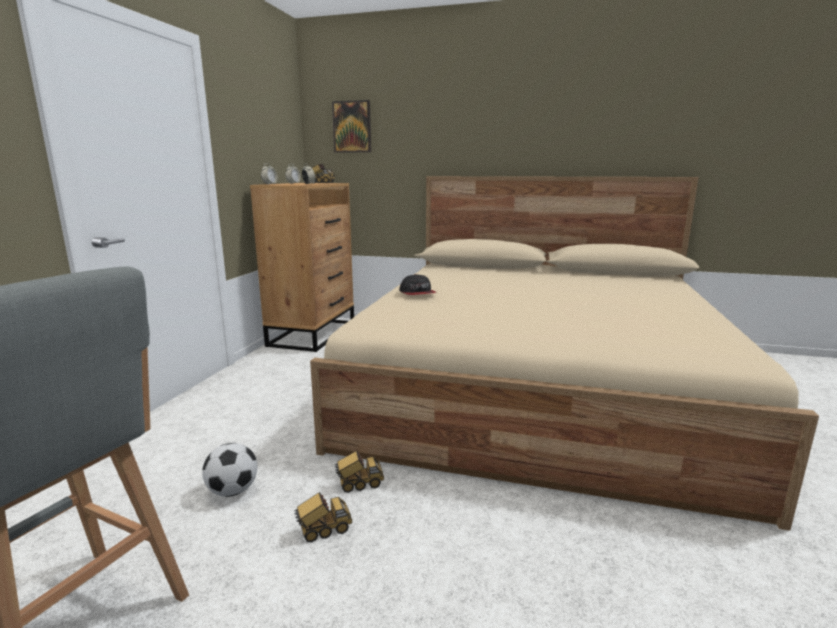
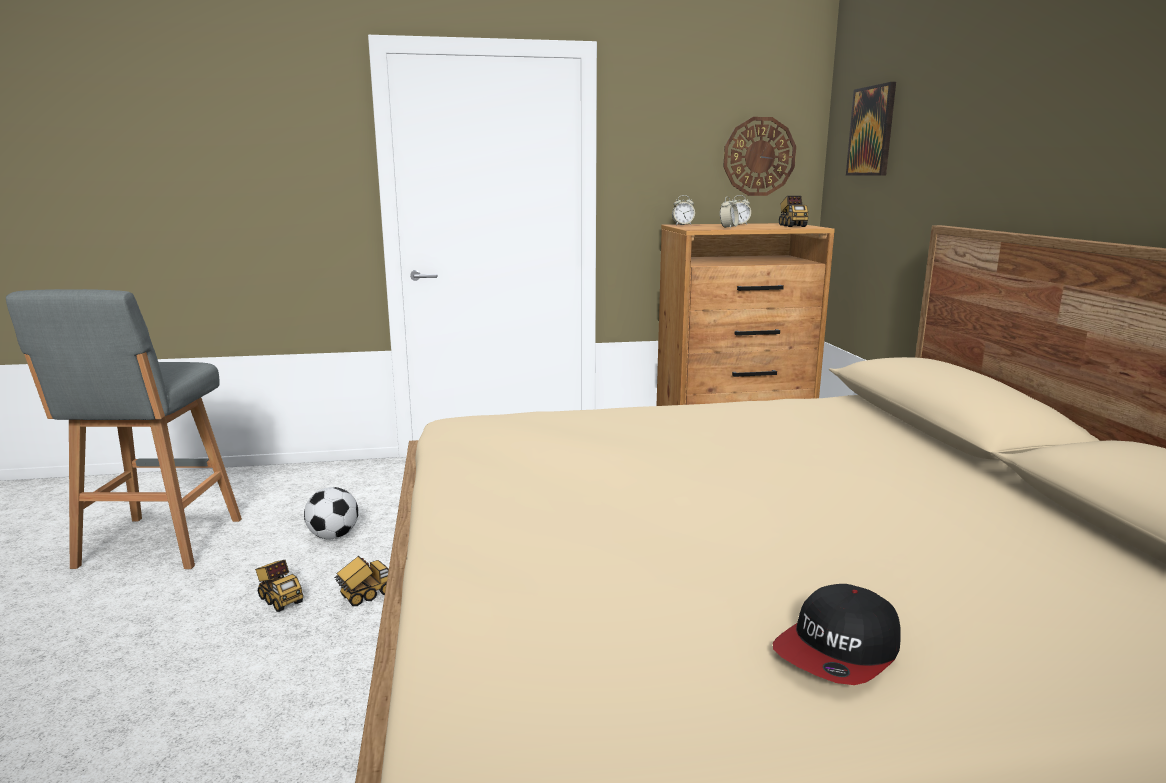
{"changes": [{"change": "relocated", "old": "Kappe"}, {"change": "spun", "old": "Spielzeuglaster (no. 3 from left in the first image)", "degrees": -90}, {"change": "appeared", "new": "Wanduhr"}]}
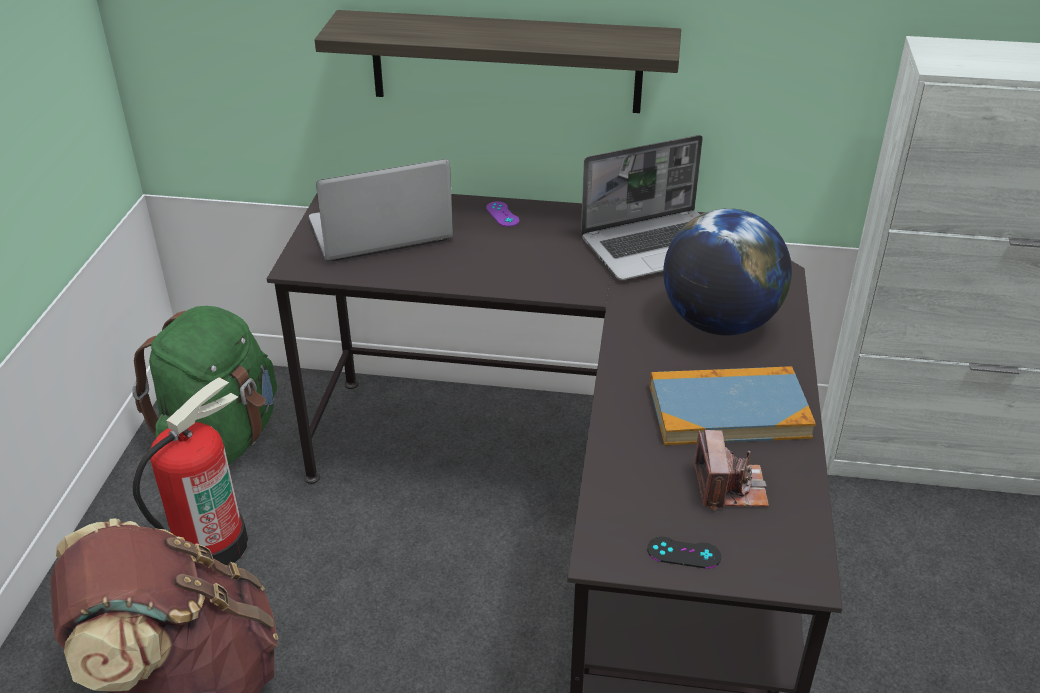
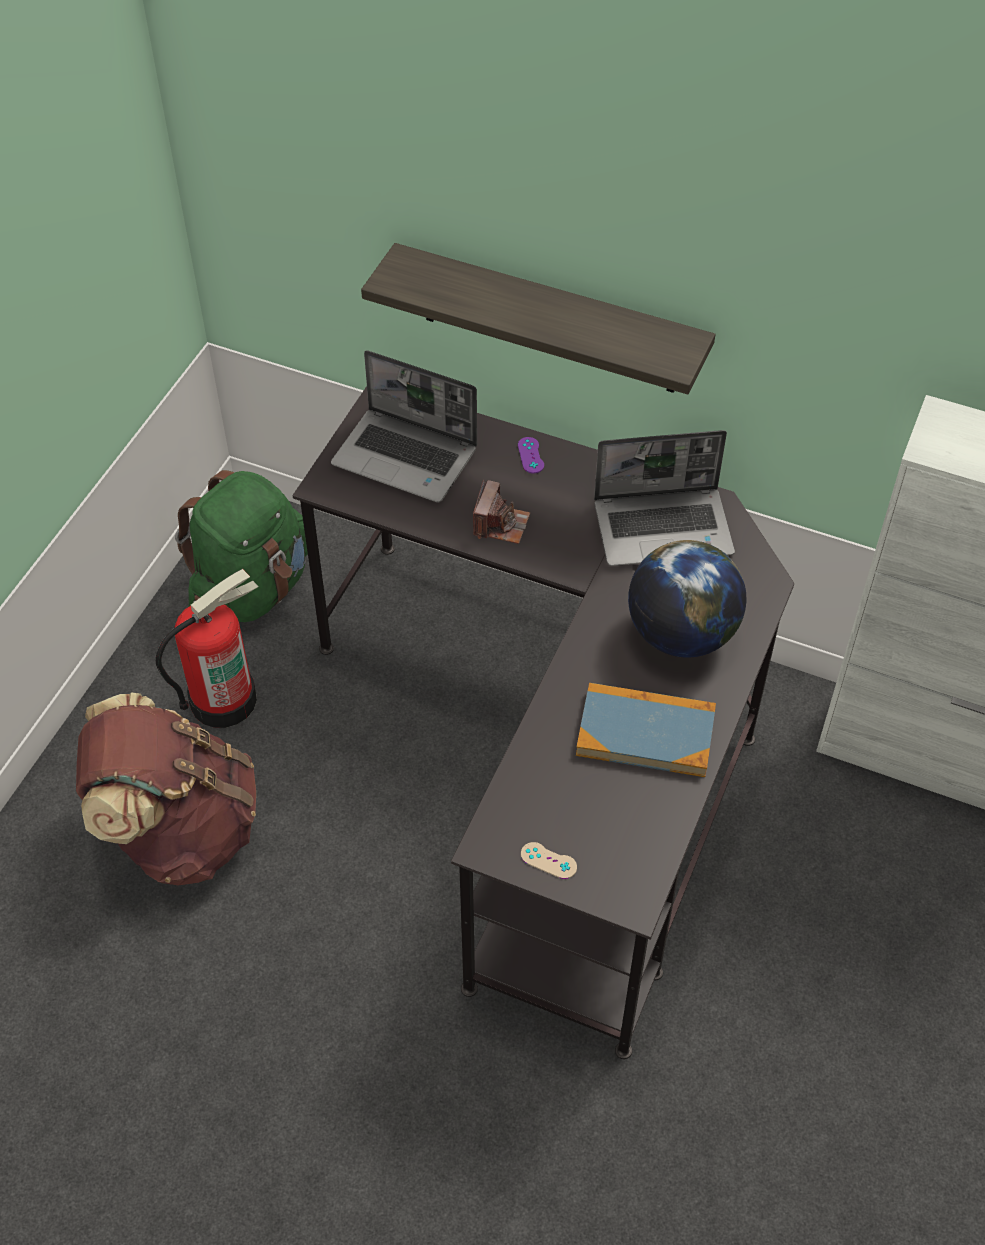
{"changes": [{"change": "spun", "old": "Laptop (no. 1 from left)", "degrees": -150}, {"change": "relocated", "old": "Kamera"}, {"change": "colour", "old": "Gamepad [schwarz]", "new": "Gamepad [beige]"}]}
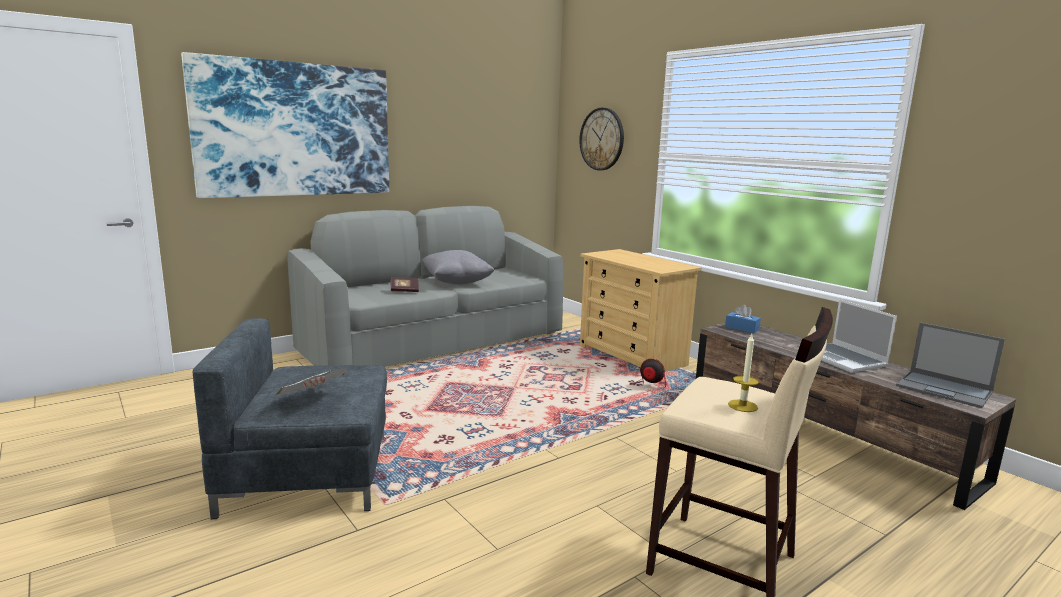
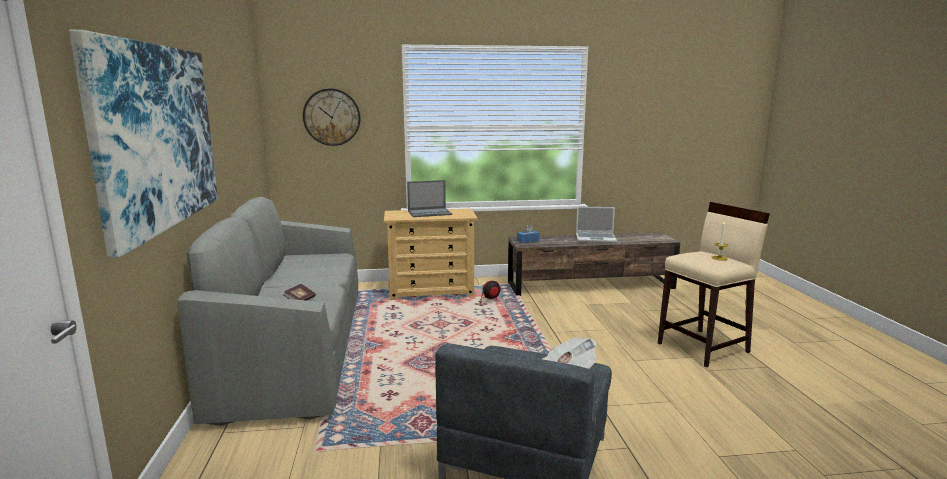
{"changes": [{"change": "missing", "old": "Kissen [grau]"}, {"change": "relocated", "old": "Laptop (no. 2 from left in the first image)", "new": "Laptop (no. 1 from left)"}]}
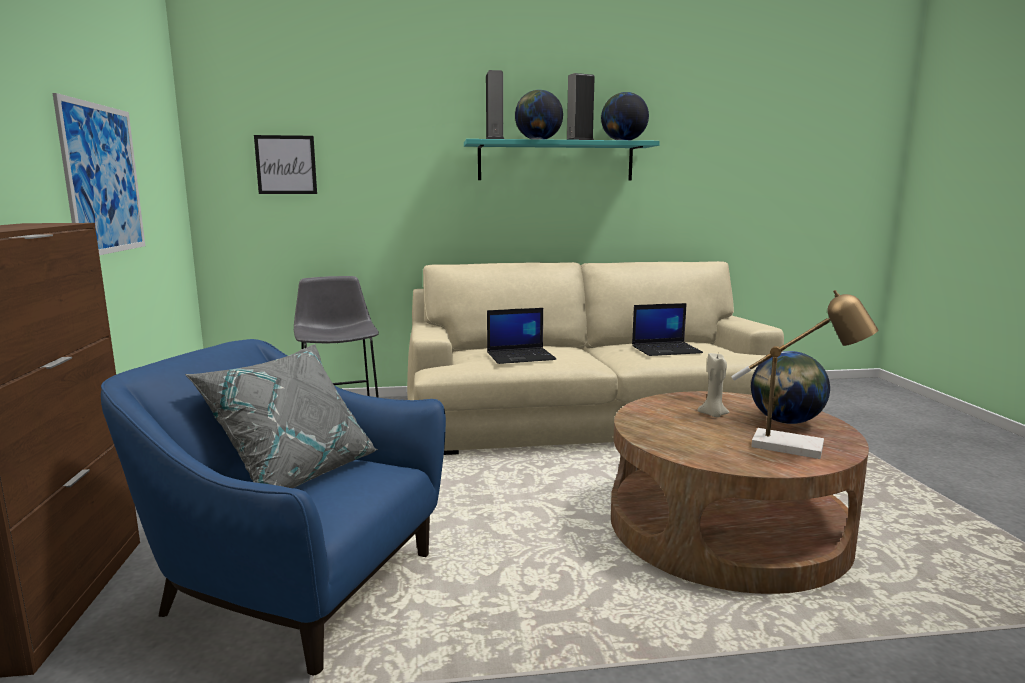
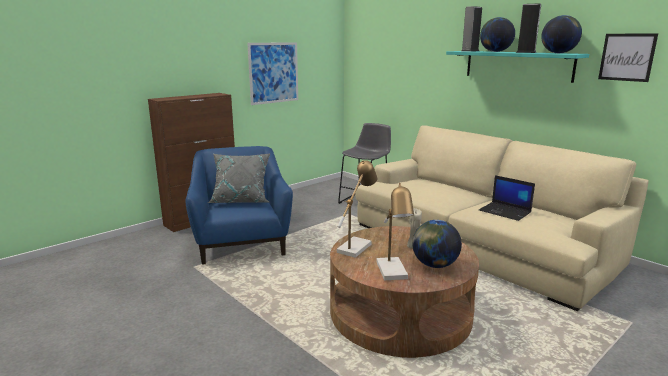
{"changes": [{"change": "relocated", "old": "Bild (no. 2 from left)"}, {"change": "missing", "old": "Laptop (no. 1 from left)"}, {"change": "appeared", "new": "Tischlampe (no. 1 from left)"}]}
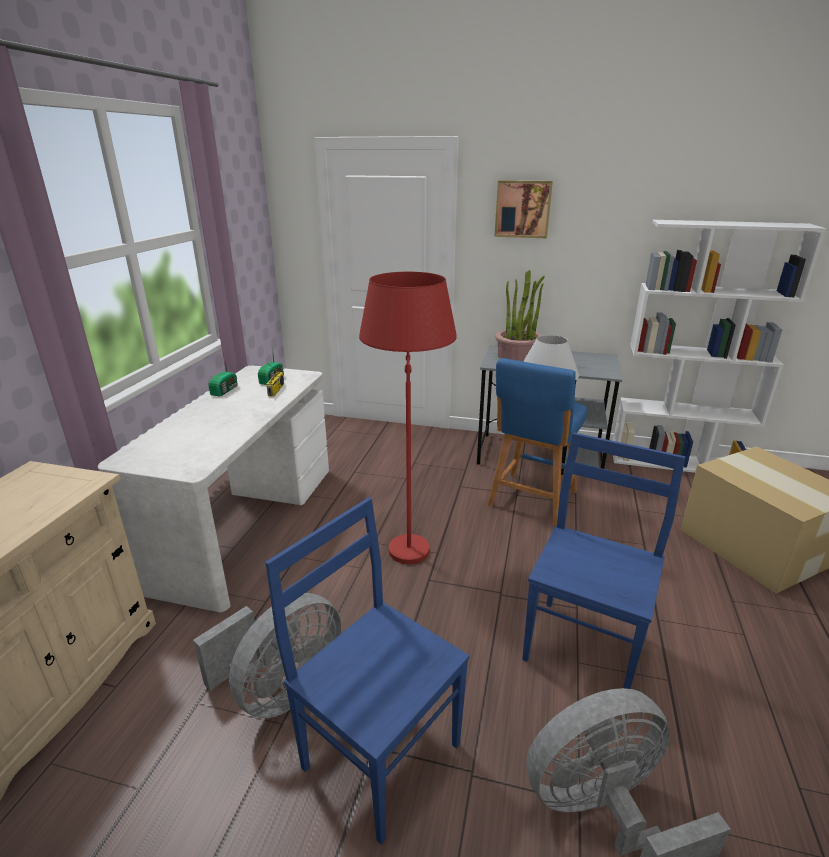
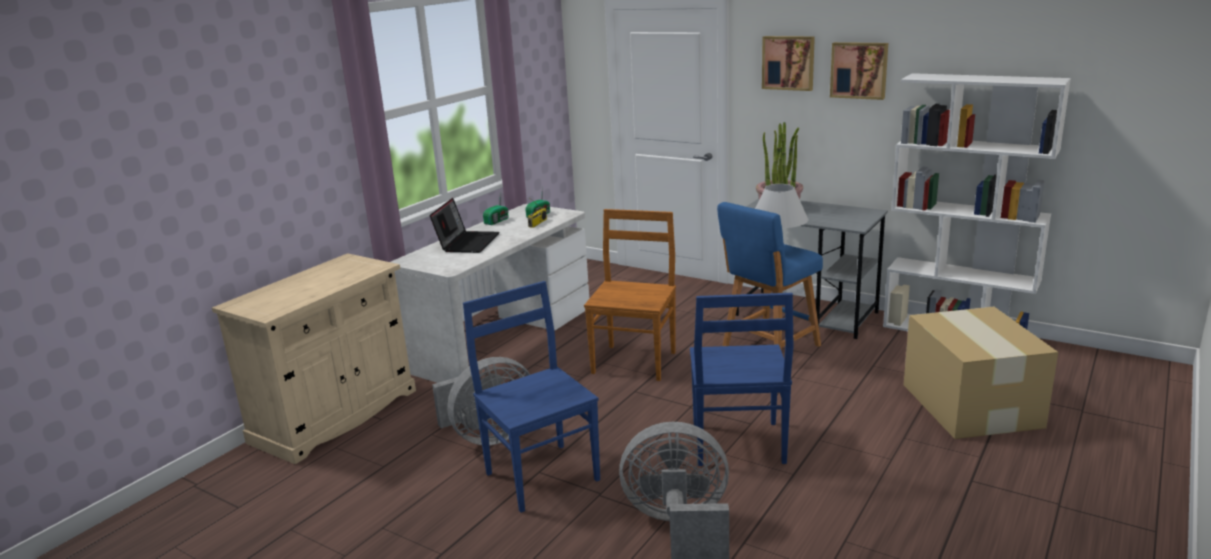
{"changes": [{"change": "exchanged", "old": "Stehlampe [rot]", "new": "Stuhl [braun]"}, {"change": "spun", "old": "Stuhl [blau] (no. 2 from left)", "degrees": 135}, {"change": "appeared", "new": "Bild (no. 2 from left)"}, {"change": "appeared", "new": "Laptop"}]}
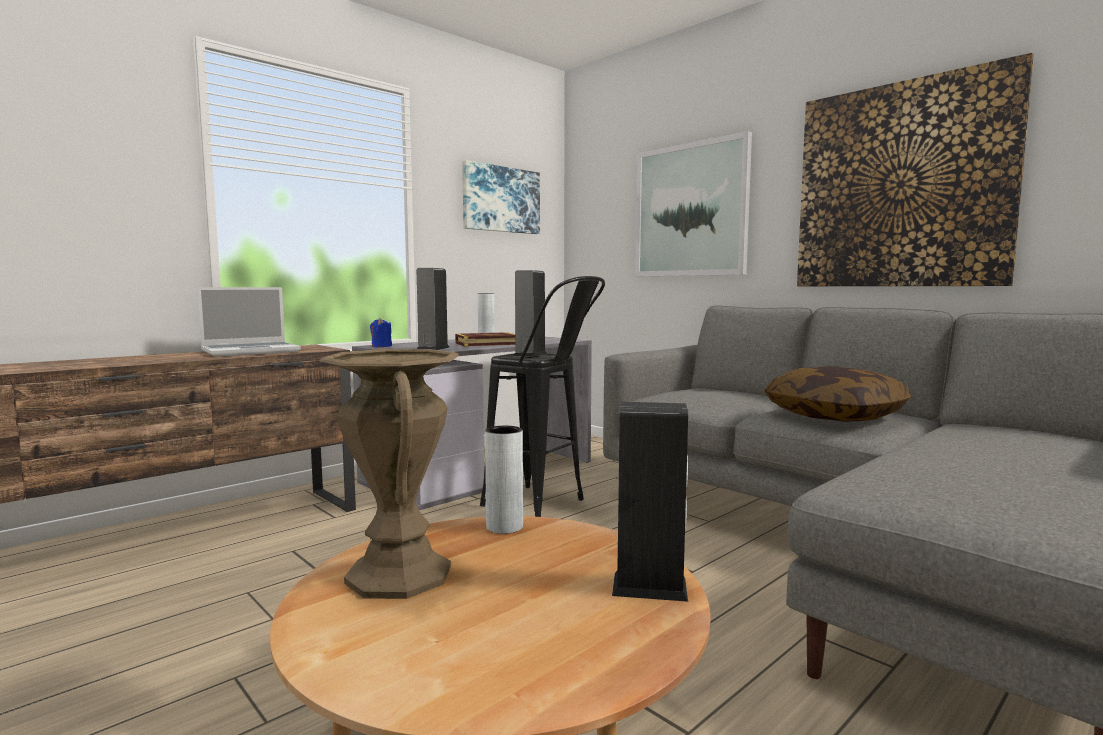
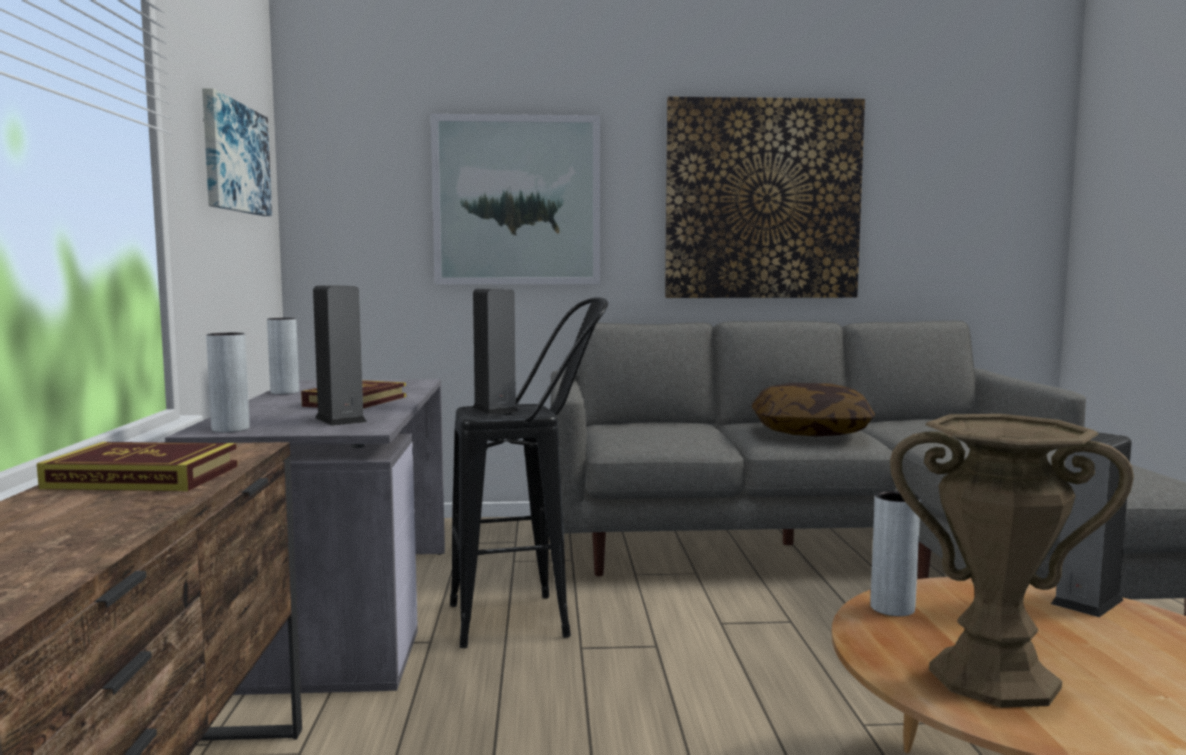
{"changes": [{"change": "exchanged", "old": "Laptop", "new": "Buch (no. 1 from left)"}, {"change": "exchanged", "old": "Kerze [blau]", "new": "Vase [grau] (no. 1 from left)"}]}
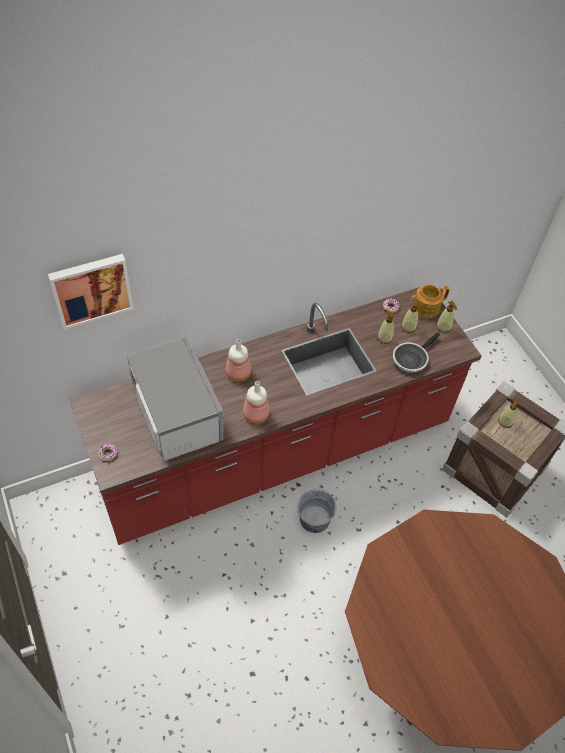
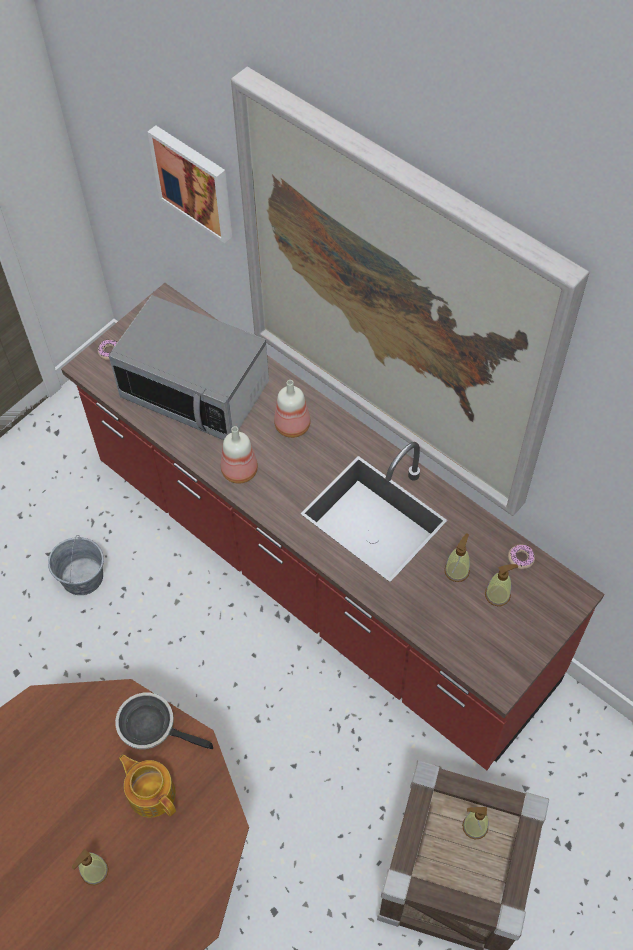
{"changes": [{"change": "relocated", "old": "Teekanne"}, {"change": "relocated", "old": "Seifenspender (no. 3 from left in the first image)", "new": "Seifenspender (no. 1 from left)"}, {"change": "relocated", "old": "Pfanne"}, {"change": "spun", "old": "Mikrowelle", "degrees": 75}, {"change": "relocated", "old": "Eimer [grau]"}, {"change": "appeared", "new": "Bild (no. 2 from left)"}]}
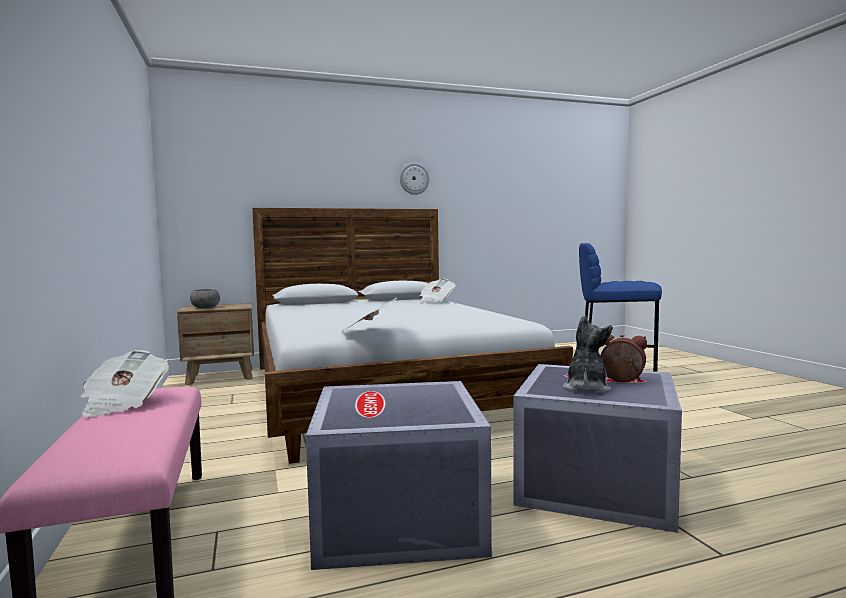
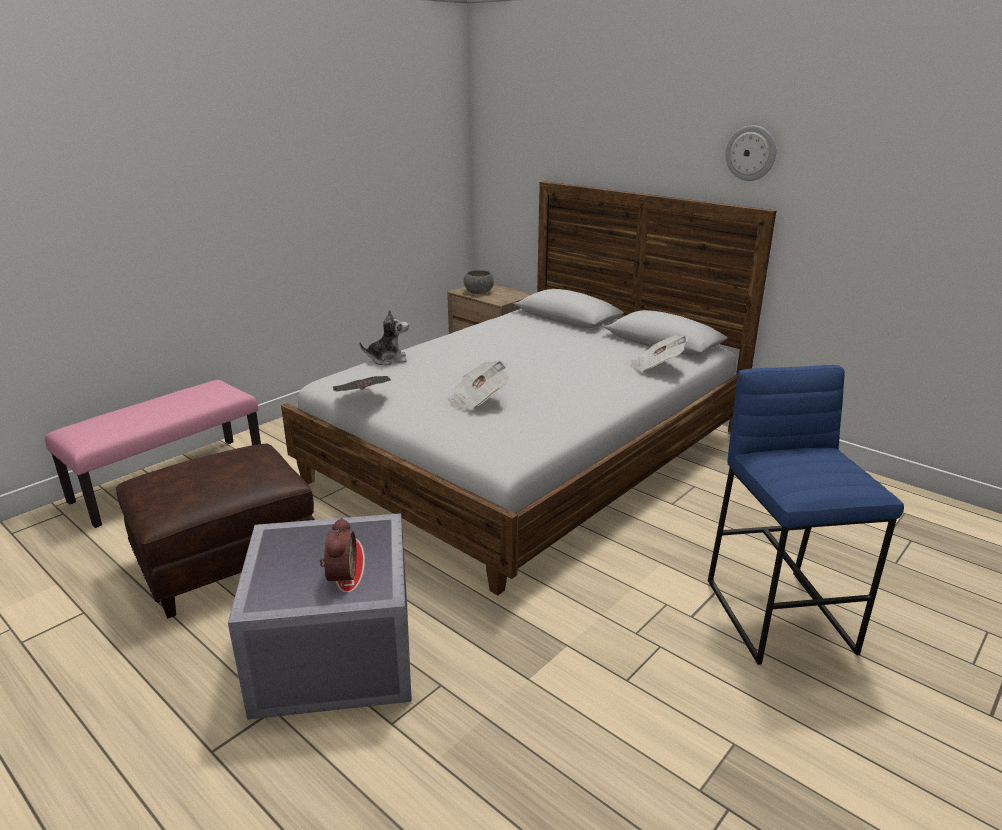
{"changes": [{"change": "relocated", "old": "Plüschtier"}, {"change": "relocated", "old": "Zeitung (no. 1 from left in the first image)", "new": "Zeitung (no. 2 from left)"}, {"change": "exchanged", "old": "Aufbewahrungsbox [grau] (no. 1 from left)", "new": "Polsterhocker [braun]"}]}
